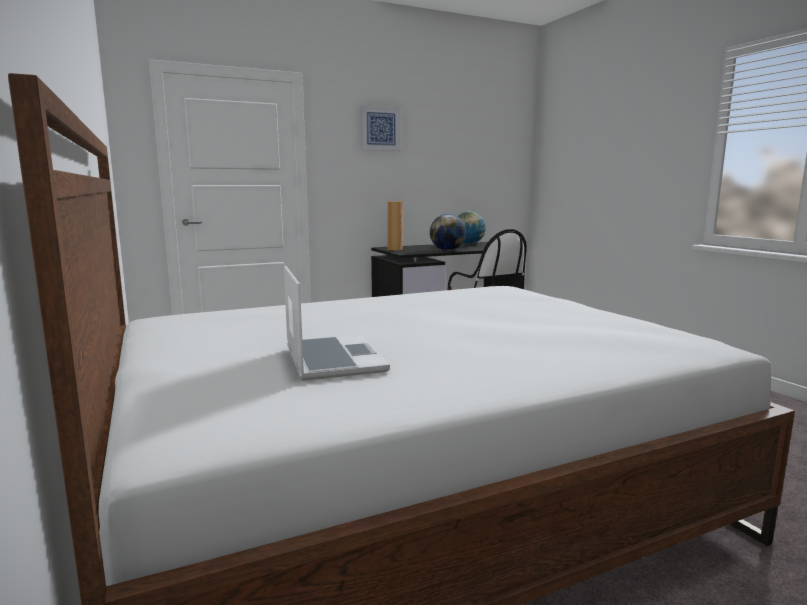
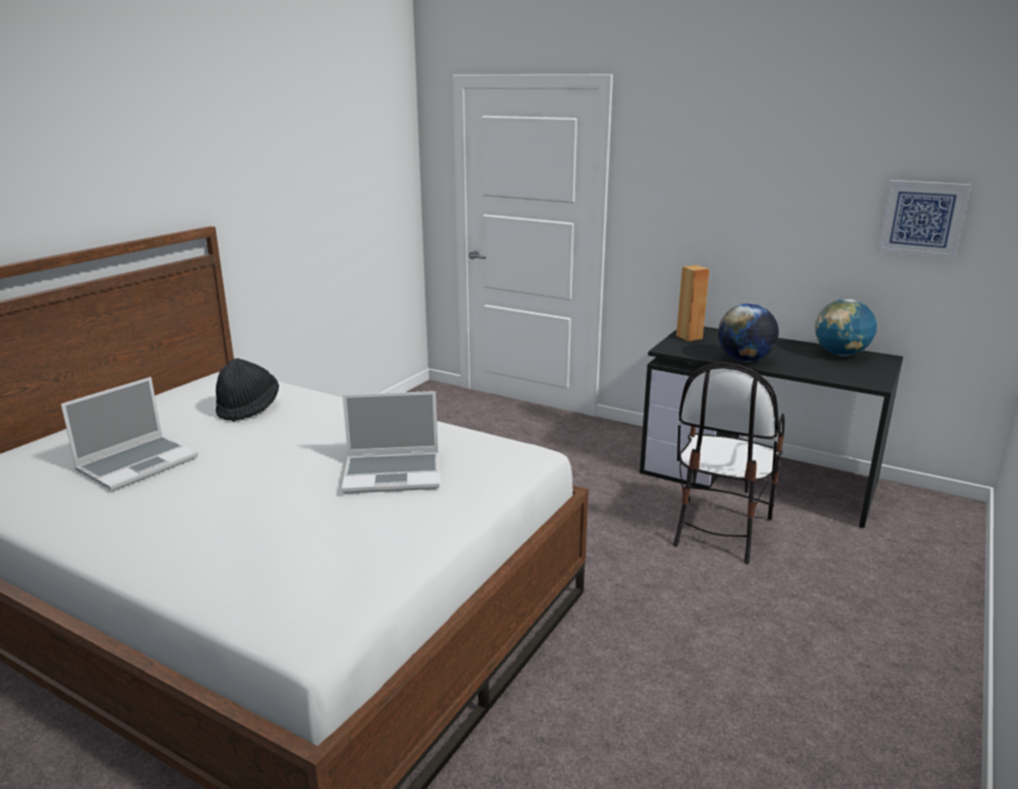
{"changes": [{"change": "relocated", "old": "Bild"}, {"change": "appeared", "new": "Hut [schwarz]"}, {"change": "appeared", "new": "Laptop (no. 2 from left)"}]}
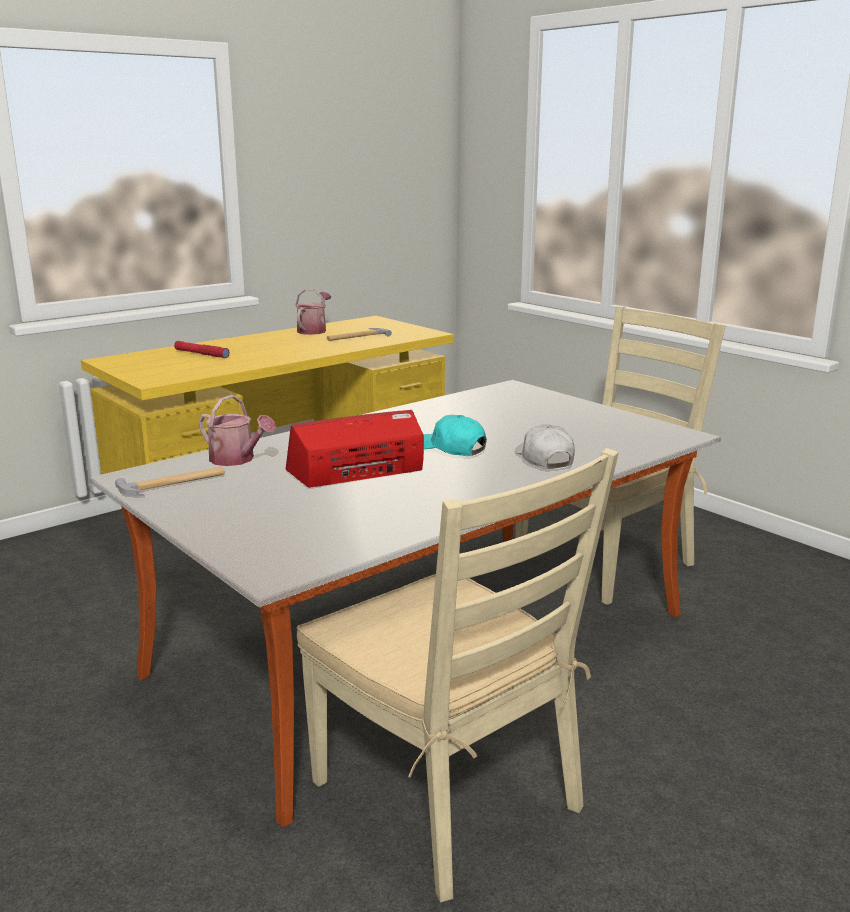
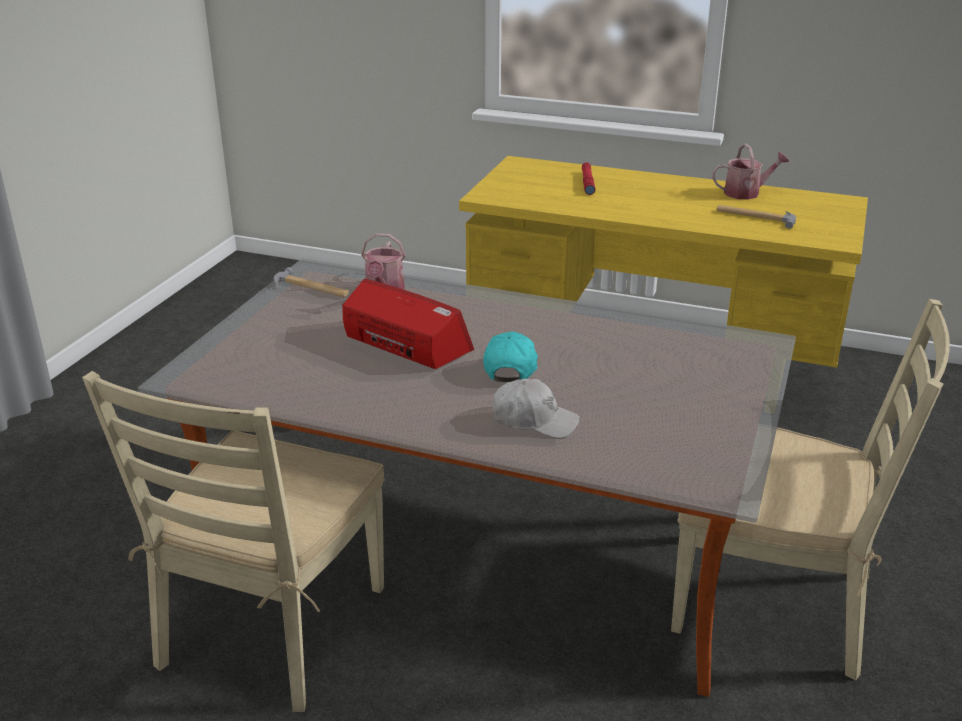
{"changes": [{"change": "spun", "old": "Kappe [weiß]", "degrees": 60}]}
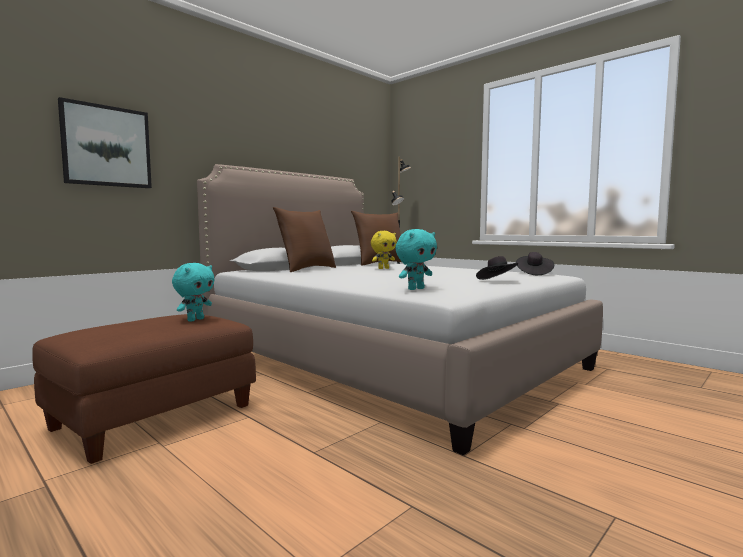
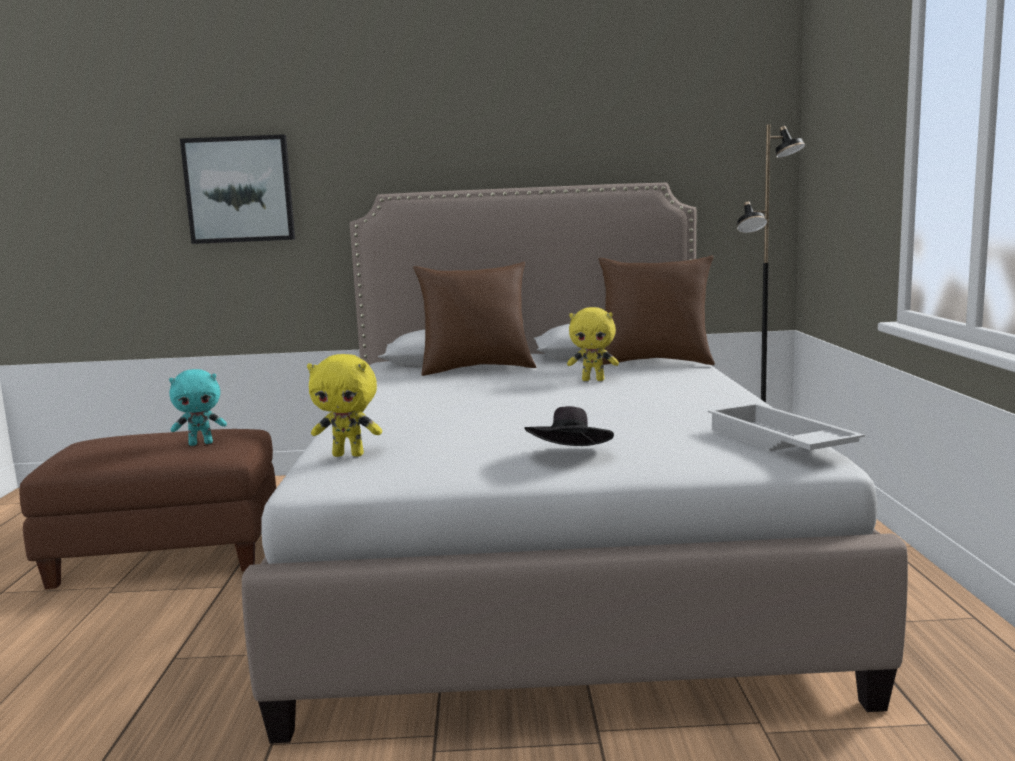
{"changes": [{"change": "colour", "old": "Plüschtier [türkis] (no. 2 from left)", "new": "Plüschtier [gelb] (no. 1 from left)"}, {"change": "exchanged", "old": "Hut [schwarz] (no. 2 from left)", "new": "Tablett [weiß]"}]}
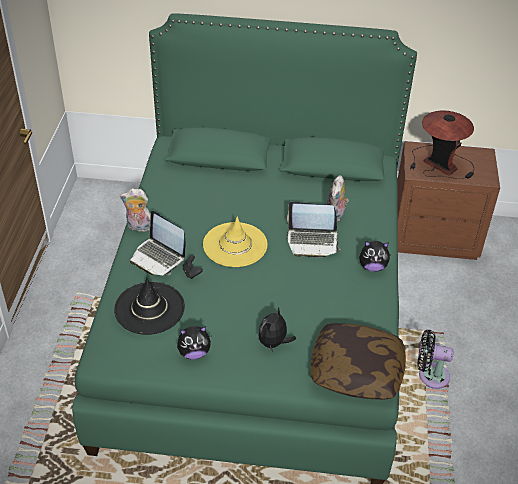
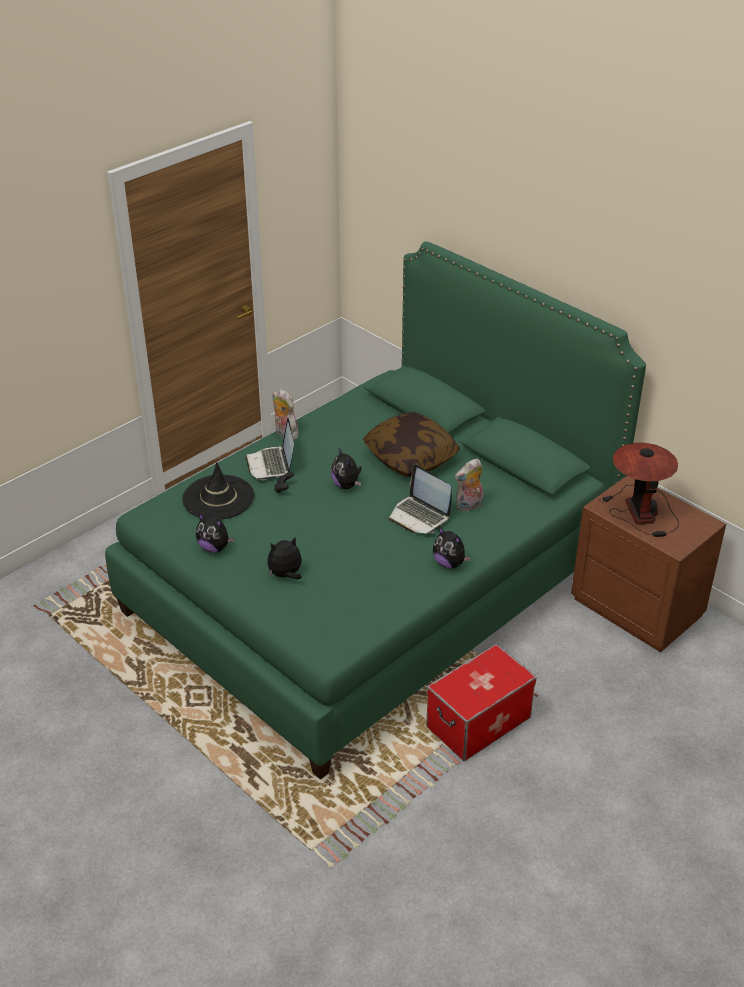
{"changes": [{"change": "exchanged", "old": "Hut [gelb]", "new": "Plüschtier (no. 4 from left)"}, {"change": "relocated", "old": "Kissen"}, {"change": "exchanged", "old": "Ventilator [schwarz]", "new": "Aufbewahrungsbox"}]}
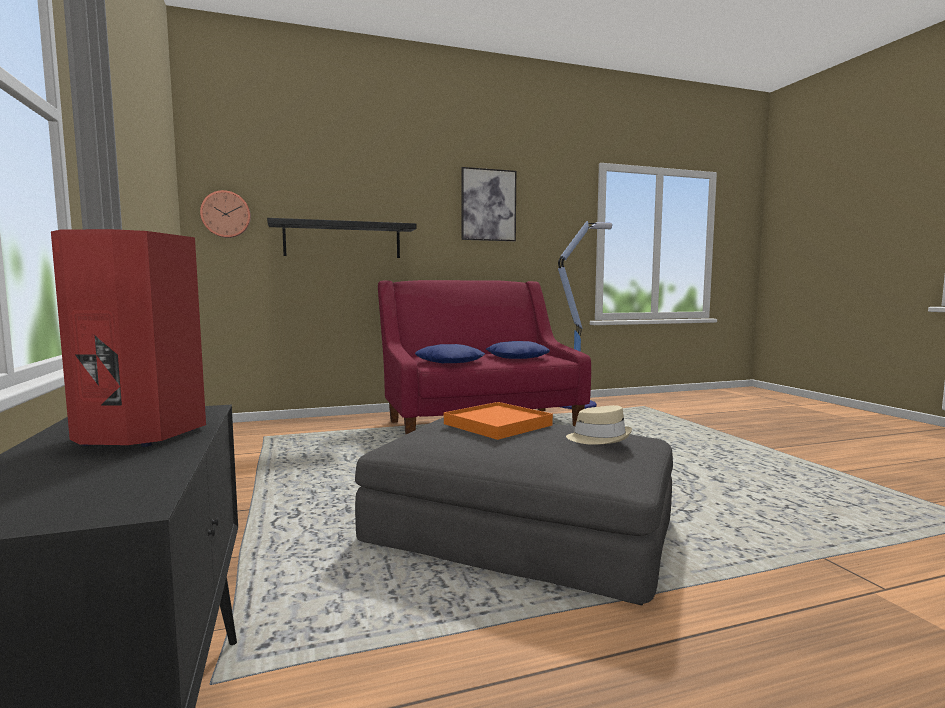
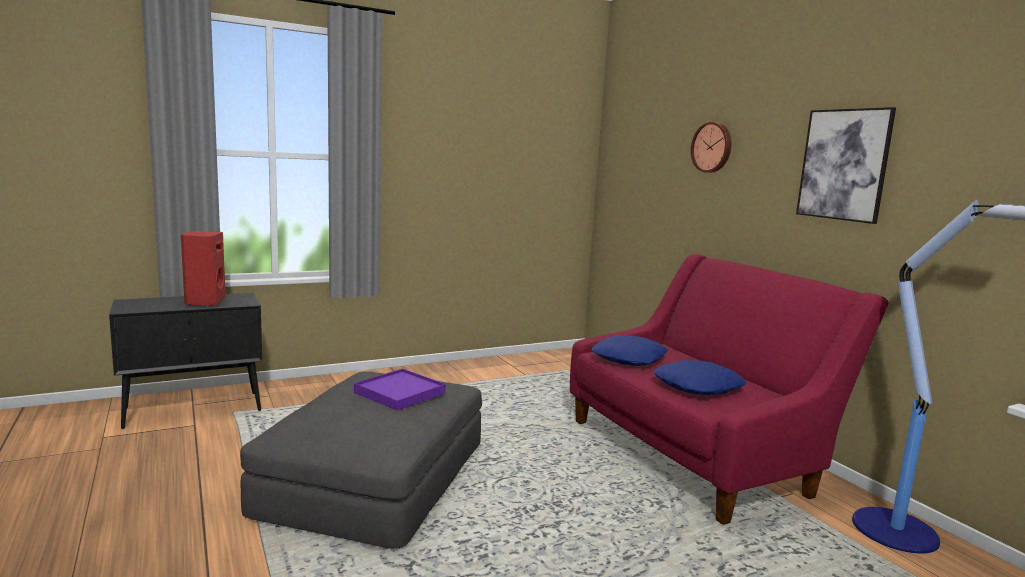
{"changes": [{"change": "relocated", "old": "Wanduhr"}, {"change": "missing", "old": "Wandregal [schwarz]"}, {"change": "colour", "old": "Tablett [orange]", "new": "Tablett [lila]"}, {"change": "missing", "old": "Hut [beige]"}]}
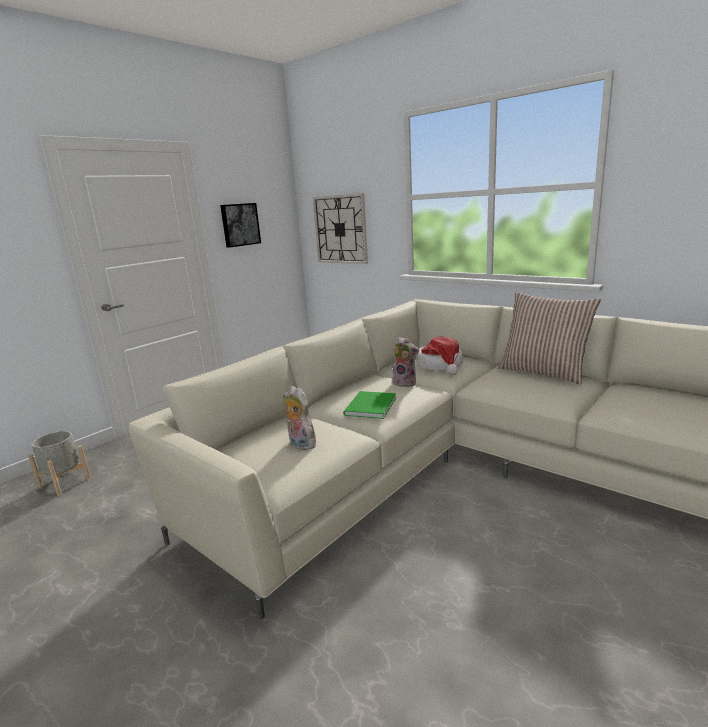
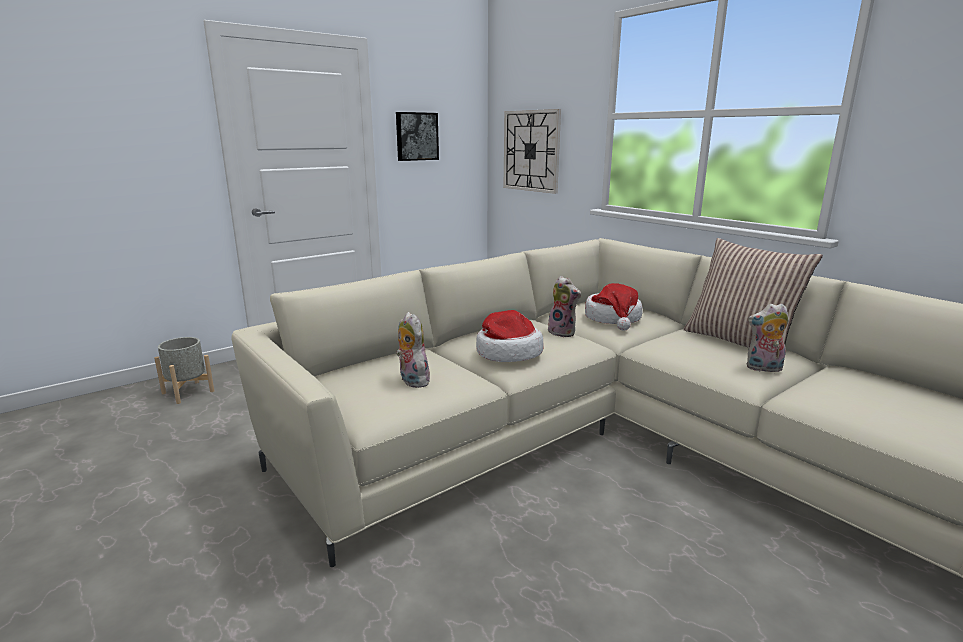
{"changes": [{"change": "exchanged", "old": "Buch [grün]", "new": "Hut (no. 1 from left)"}, {"change": "appeared", "new": "Plüschtier (no. 3 from left)"}]}
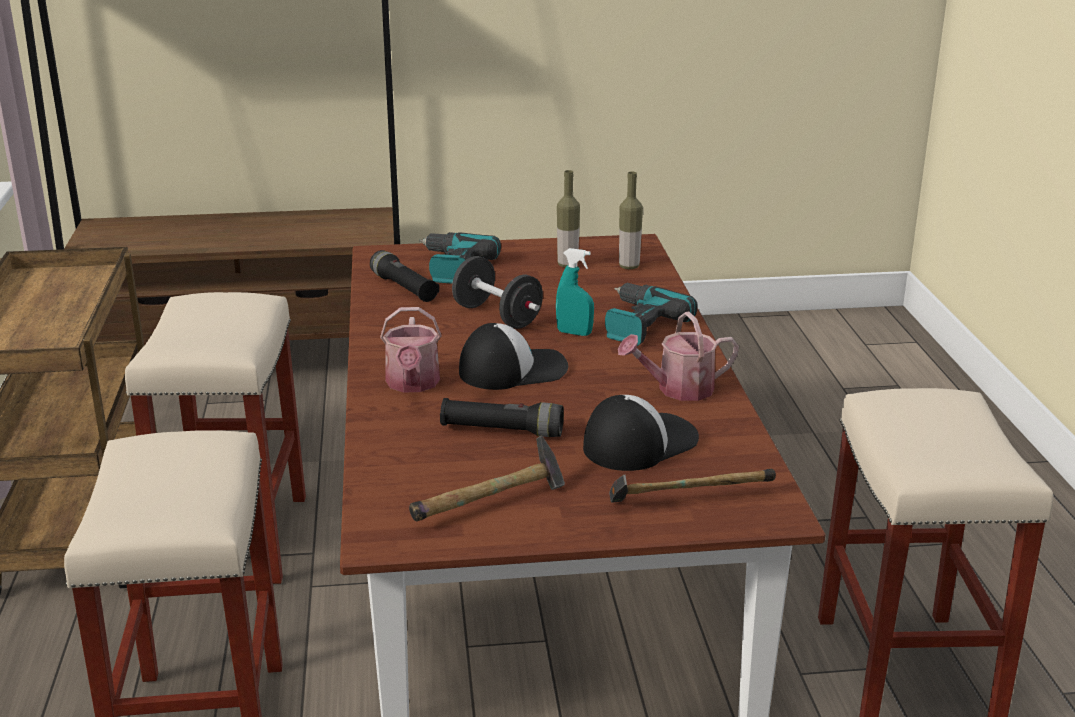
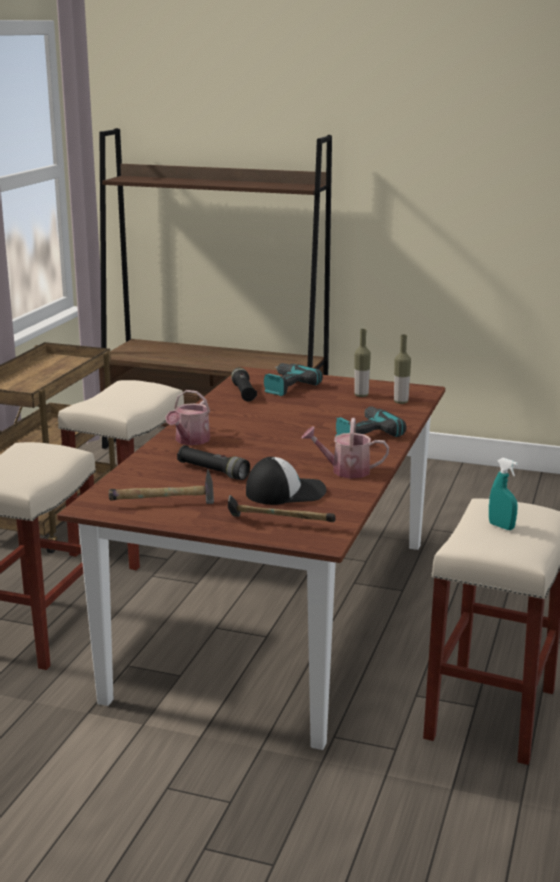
{"changes": [{"change": "relocated", "old": "Sprühflasche [türkis]"}, {"change": "missing", "old": "Hantel [schwarz]"}, {"change": "missing", "old": "Kappe (no. 1 from left)"}]}
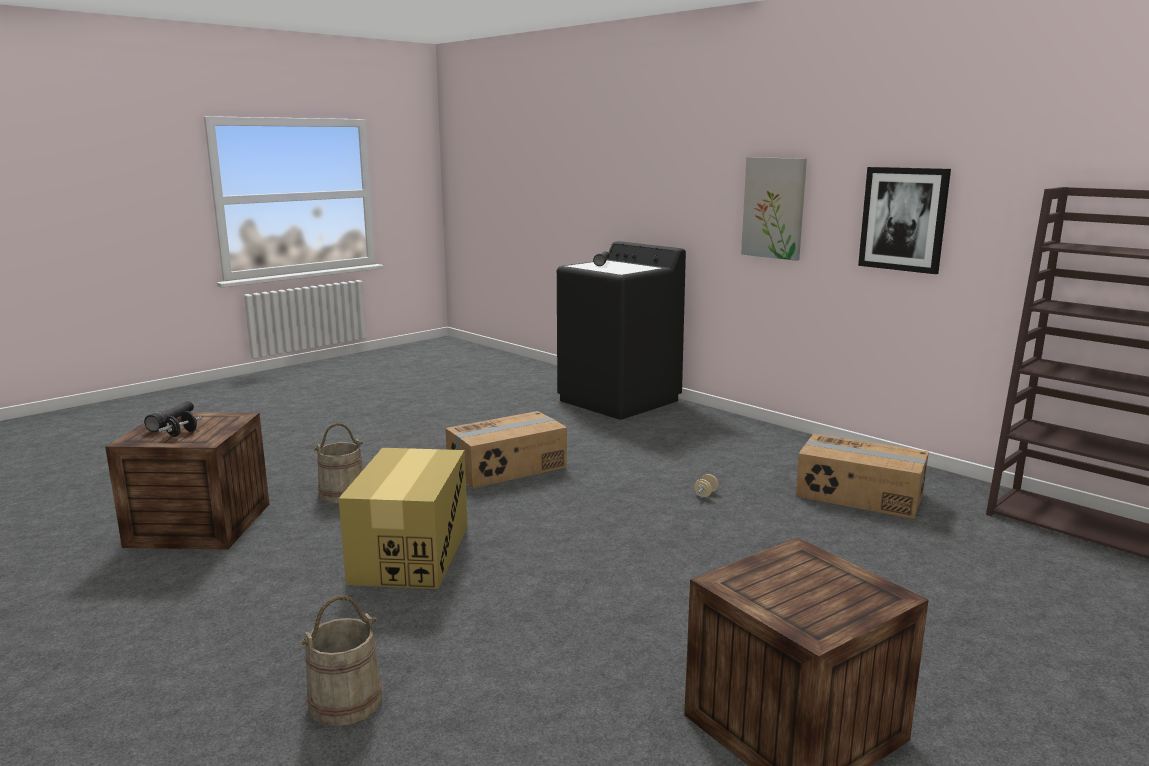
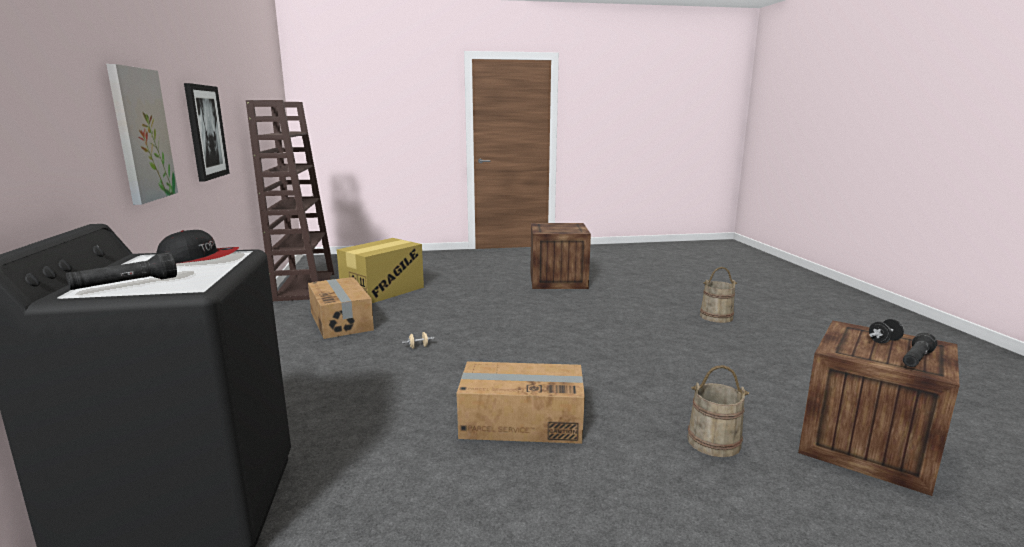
{"changes": [{"change": "relocated", "old": "Karton (no. 1 from left in the first image)", "new": "Karton (no. 2 from left)"}, {"change": "appeared", "new": "Kappe"}]}
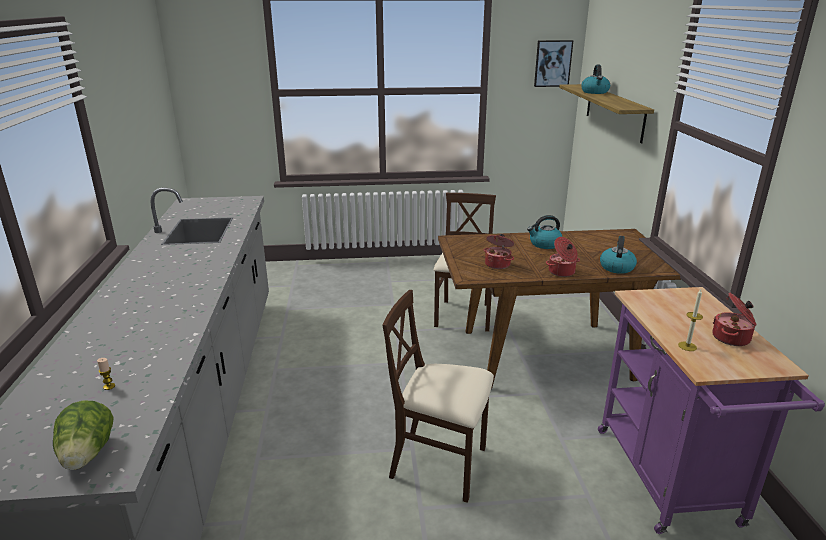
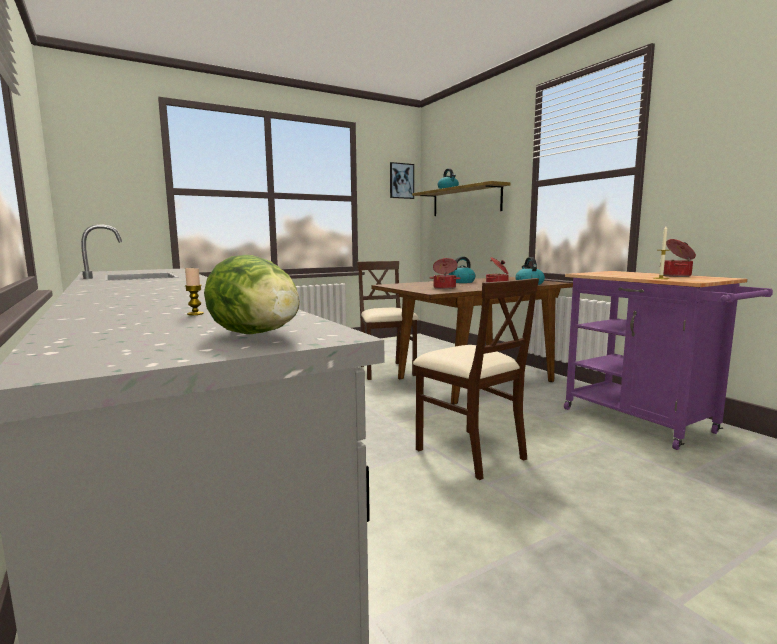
{"changes": [{"change": "spun", "old": "Stuhl [beige] (no. 1 from left in the first image)", "degrees": -120}]}
